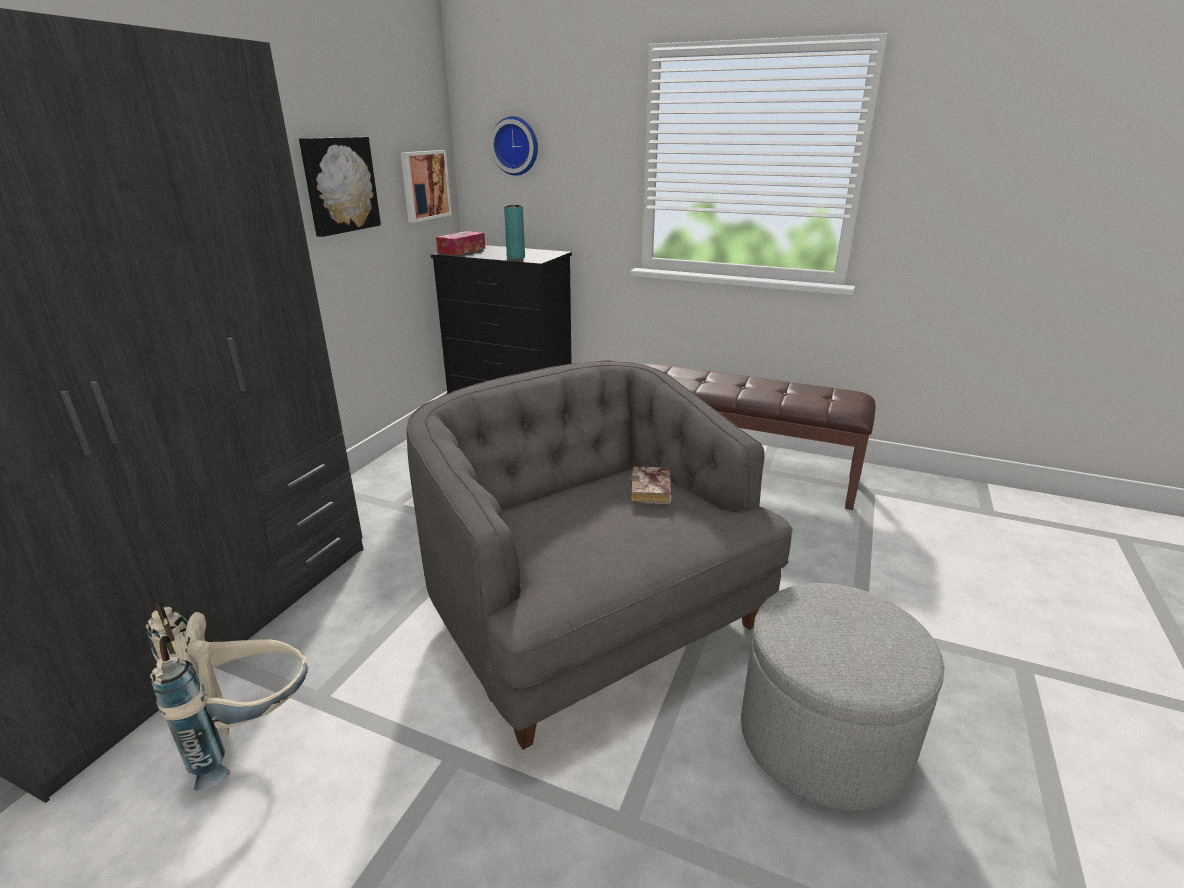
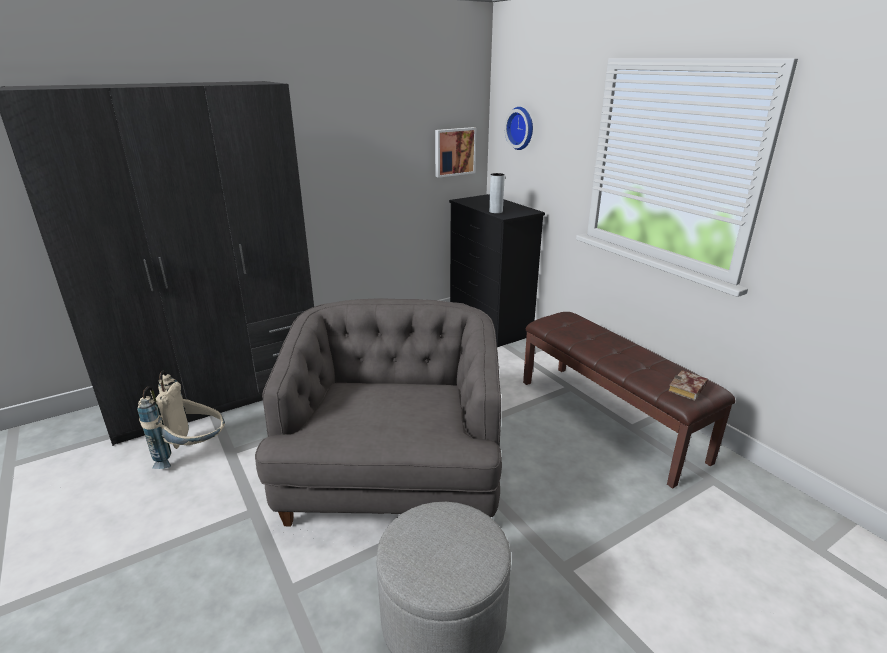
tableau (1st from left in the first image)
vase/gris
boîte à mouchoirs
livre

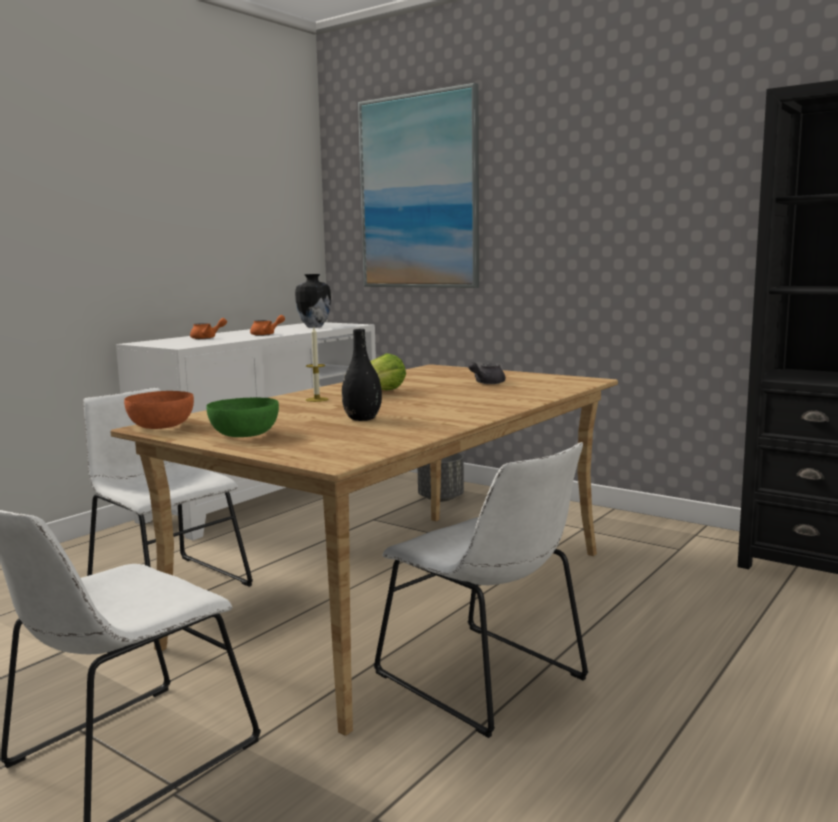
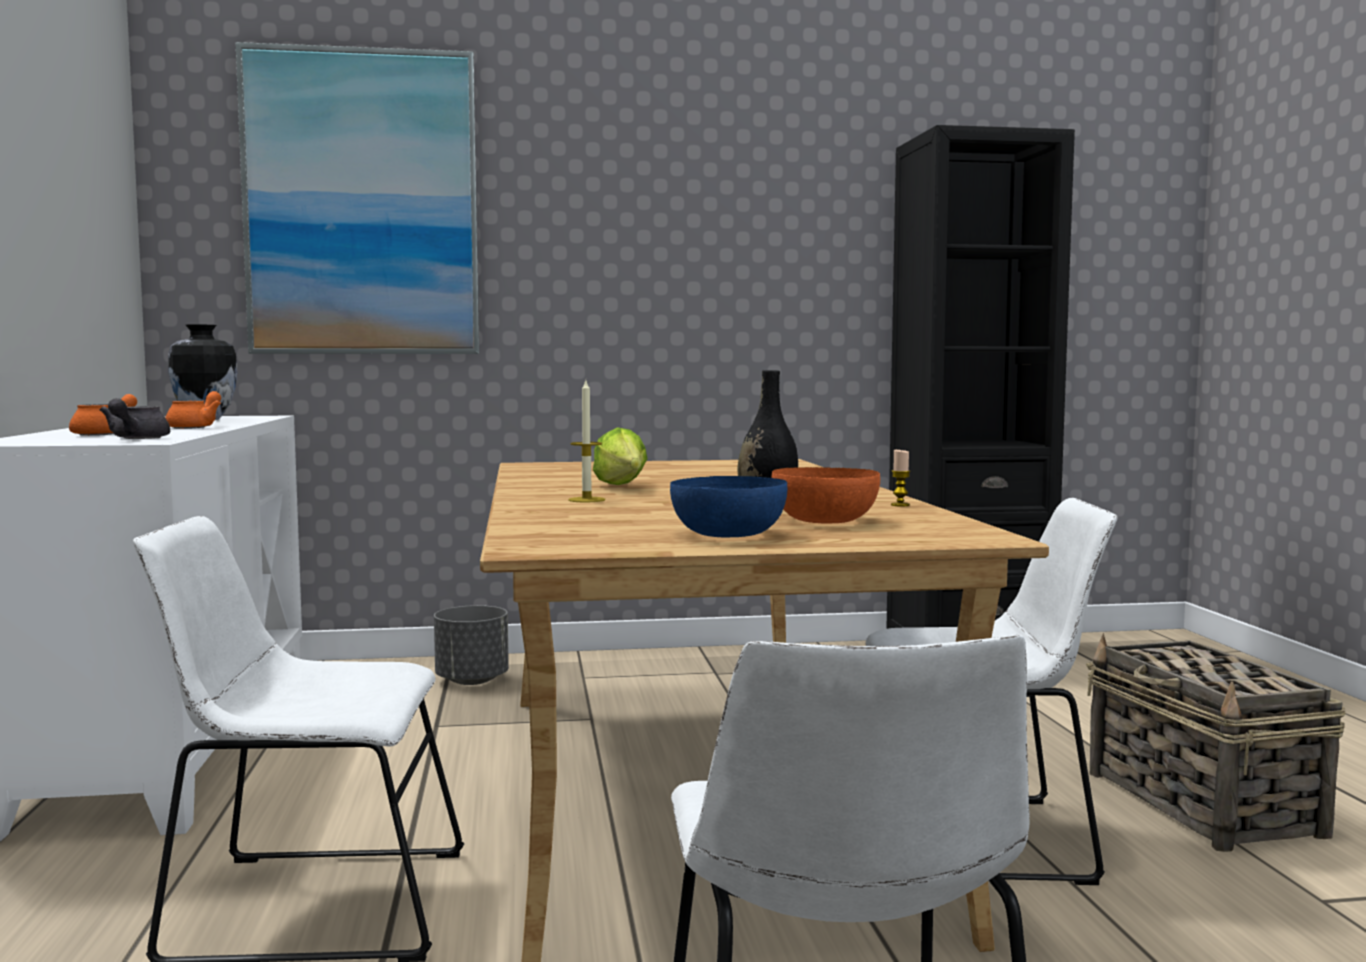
théière/gris
bol/orange
bol/bleu
bougie (2nd from left)
panier

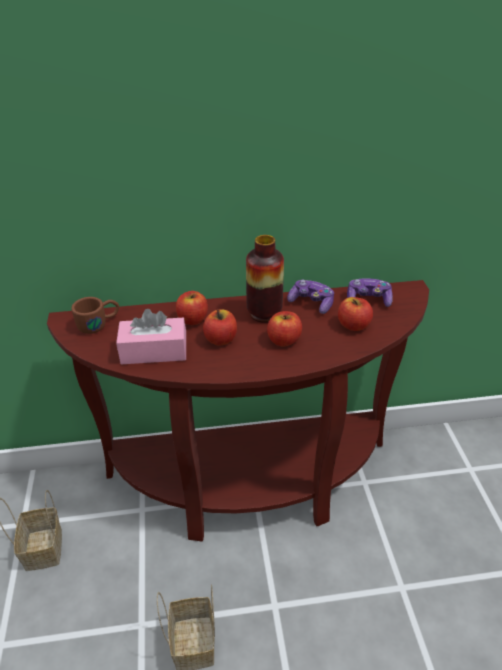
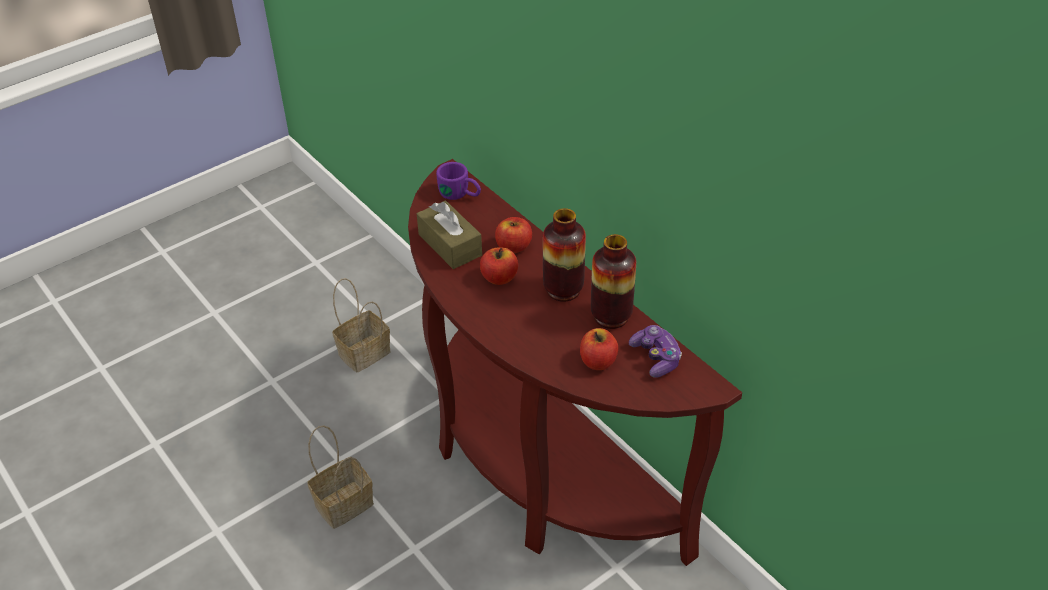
vase (2nd from left)
mug/violet
boîte à mouchoirs/marron
pomme (3rd from left in the first image)

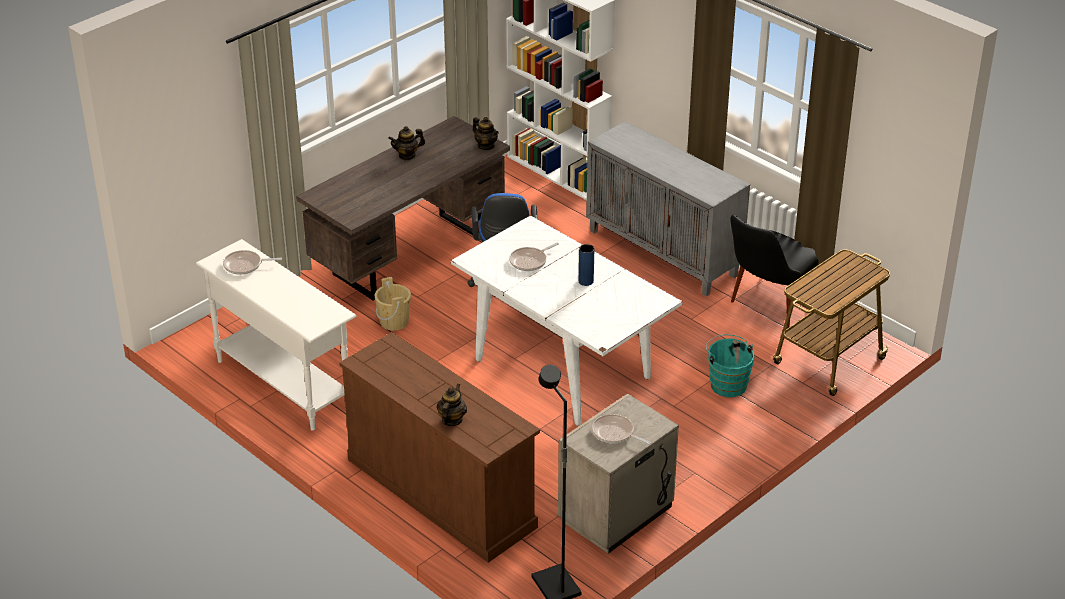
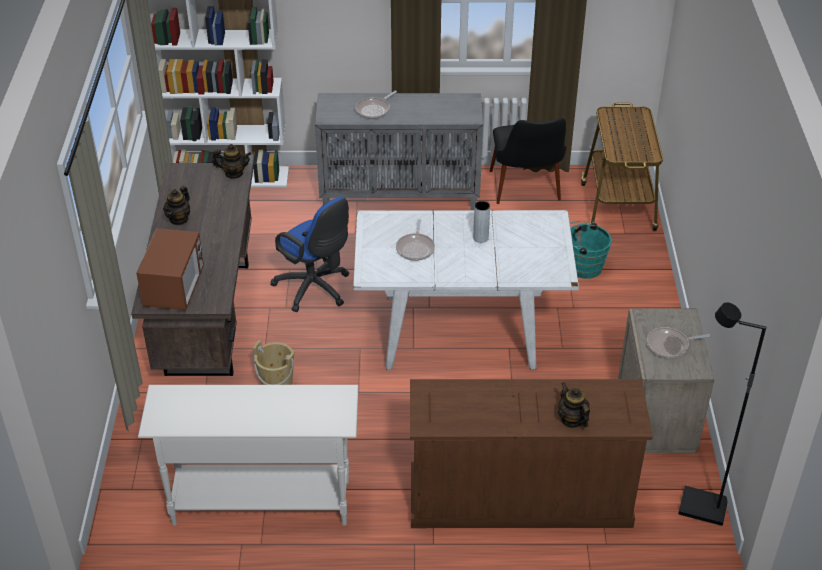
vase/gris
poêle (1st from left)
micro-ondes

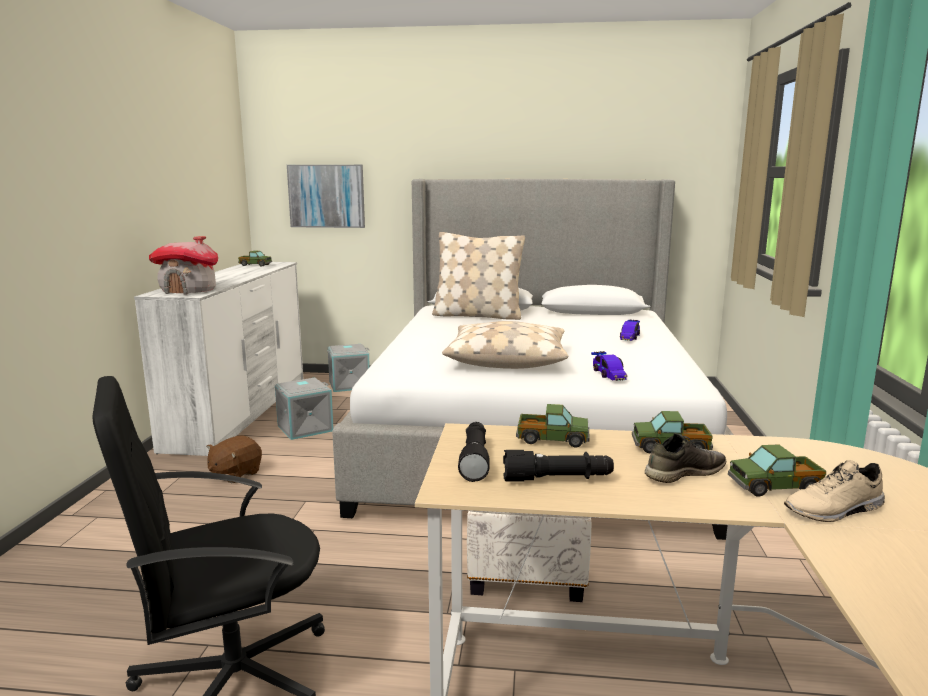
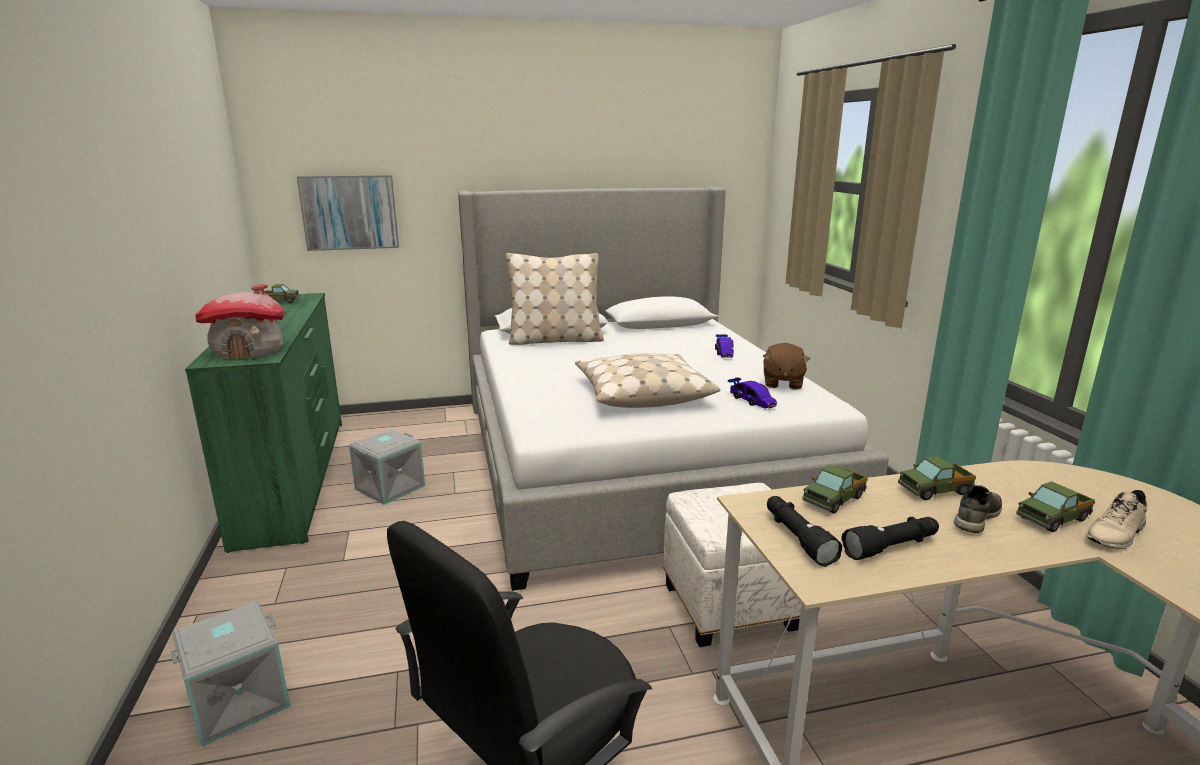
commode/vert
boîte de rangement/gris (1st from left)
camion jouet (2nd from left)
peluche/marron

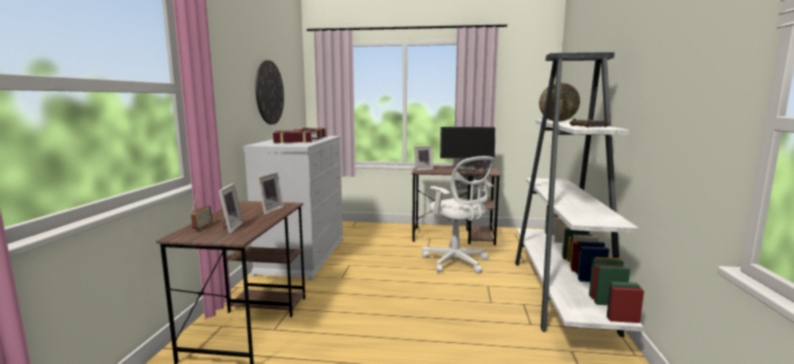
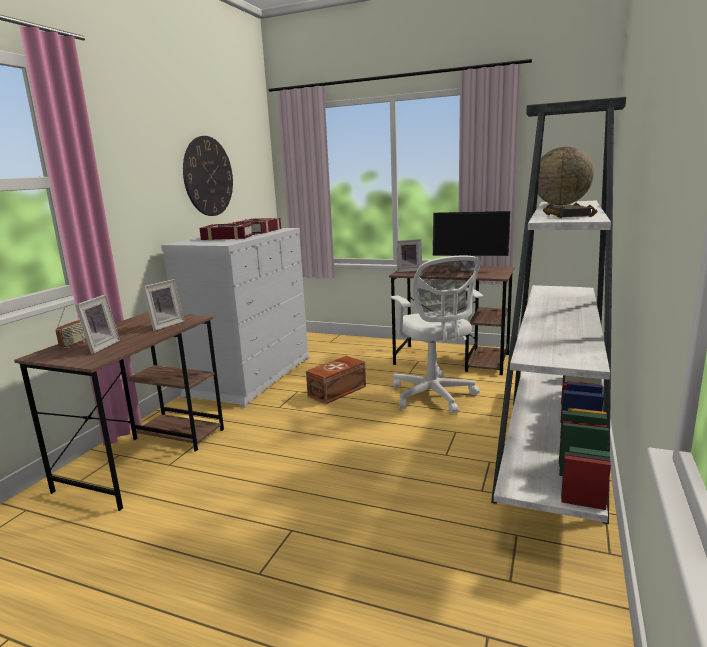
boîte de rangement/marron

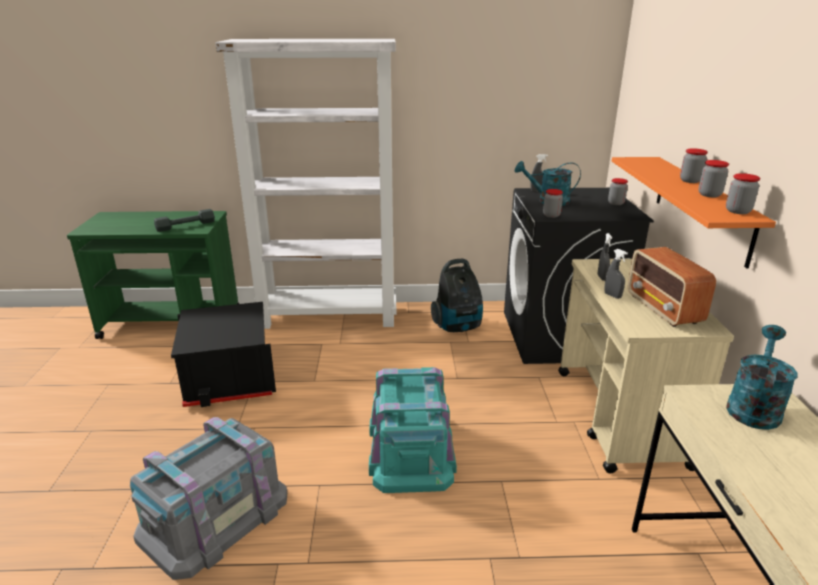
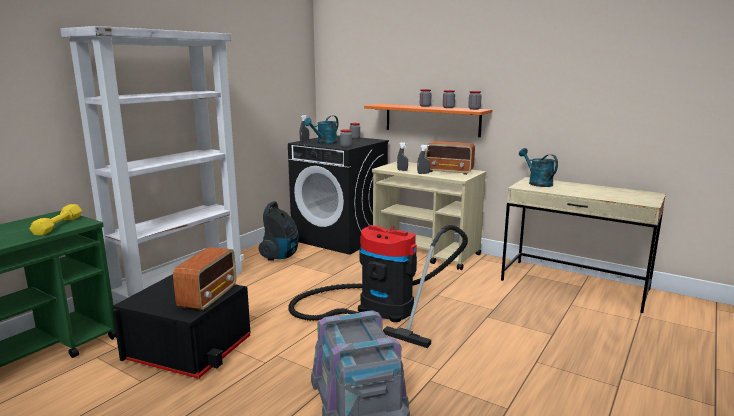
haltère/jaune
aspirateur (2nd from left)
radio (1st from left)

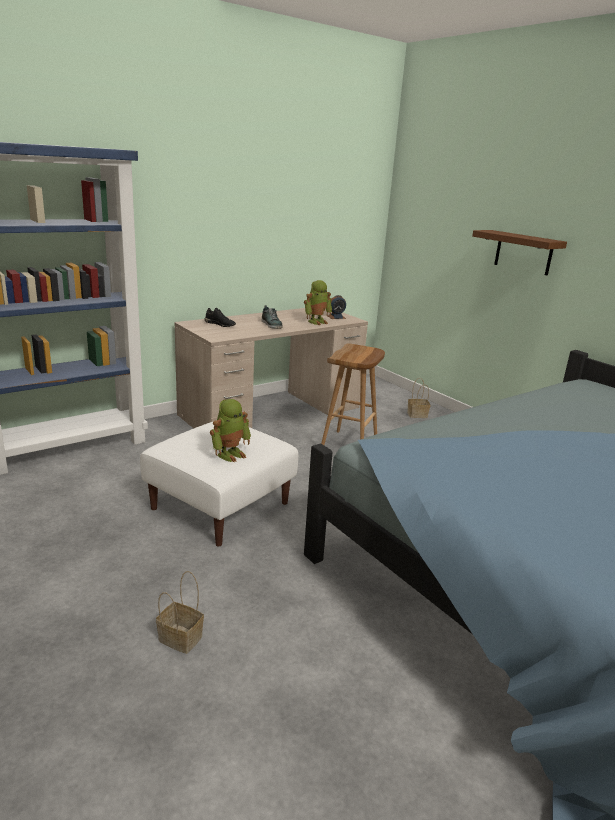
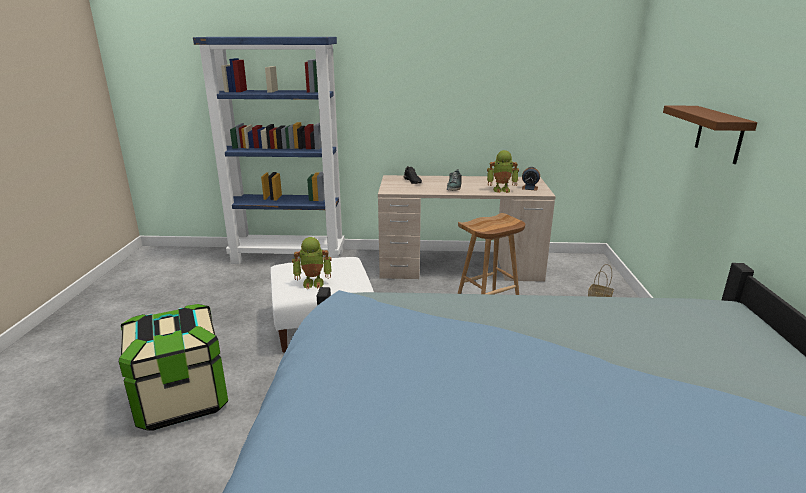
boîte de rangement

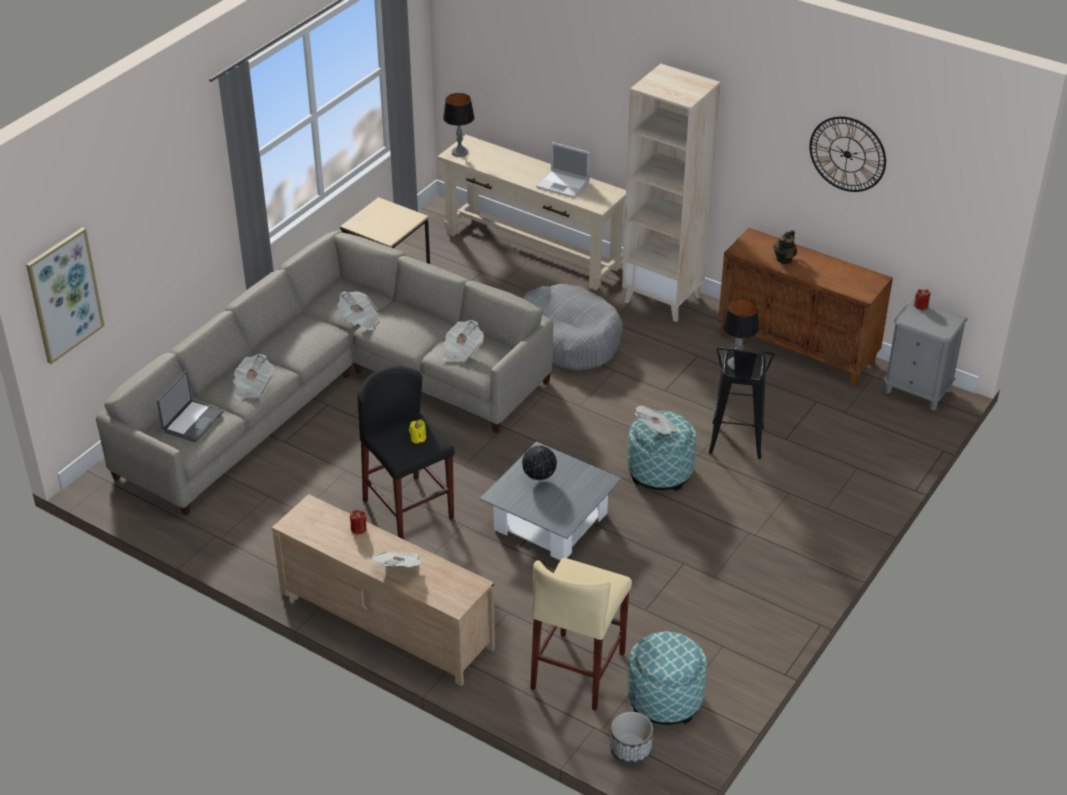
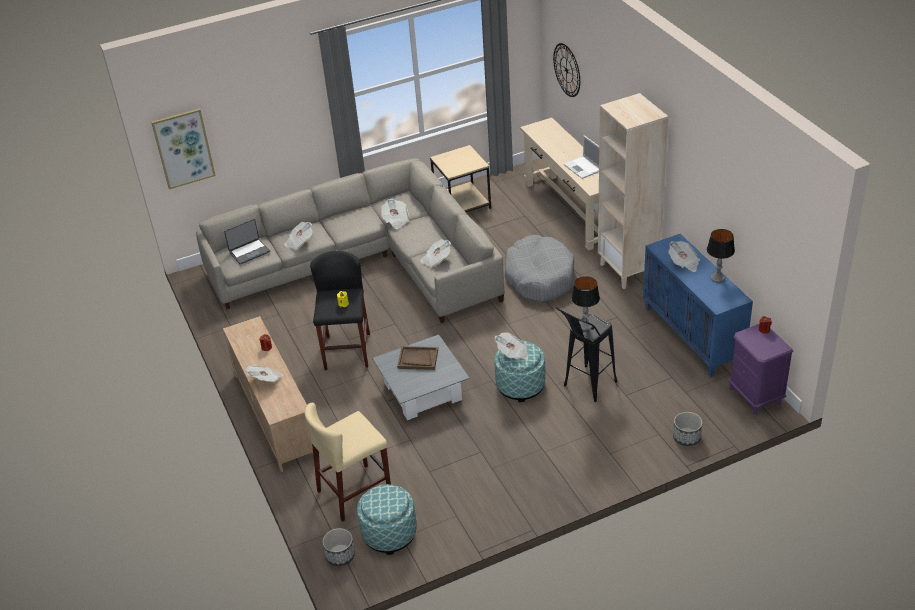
lampe de table (2nd from left)
horloge murale
meuble de rangement/bleu
journal (6th from left)
table de chevet/violet
plateau/marron
cache-pot (2nd from left)

